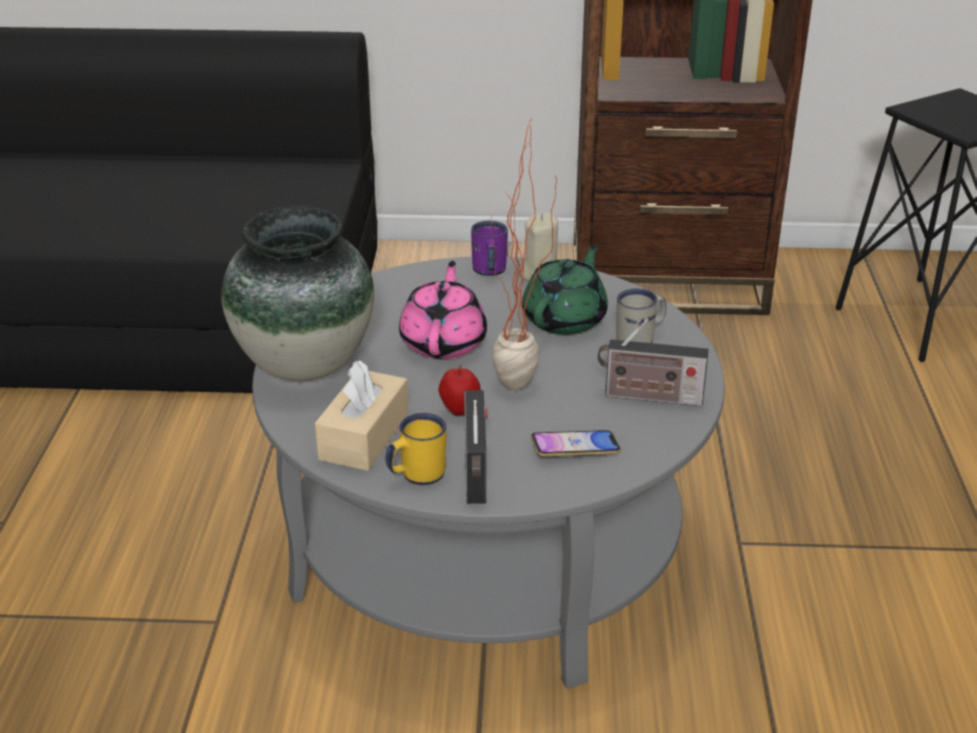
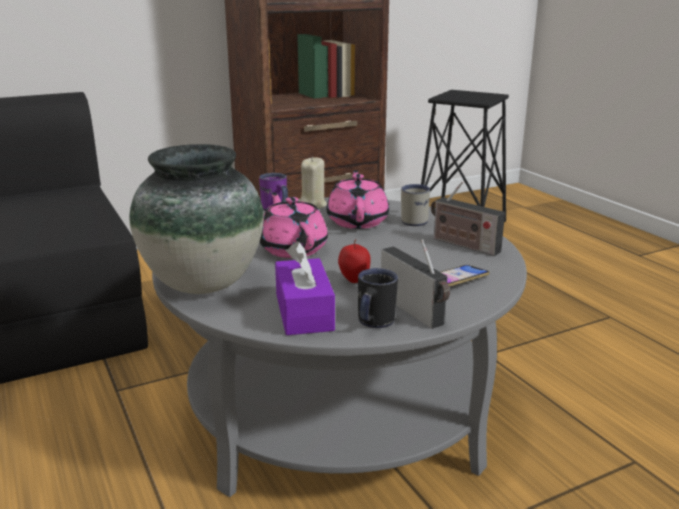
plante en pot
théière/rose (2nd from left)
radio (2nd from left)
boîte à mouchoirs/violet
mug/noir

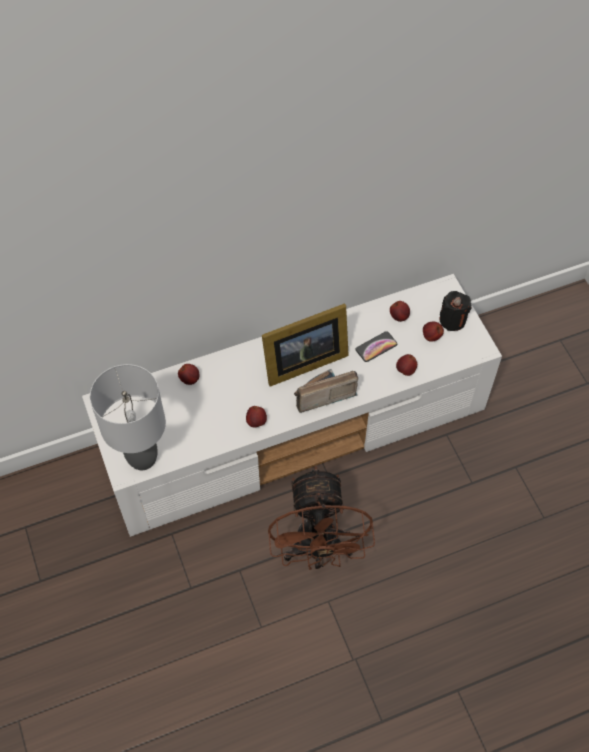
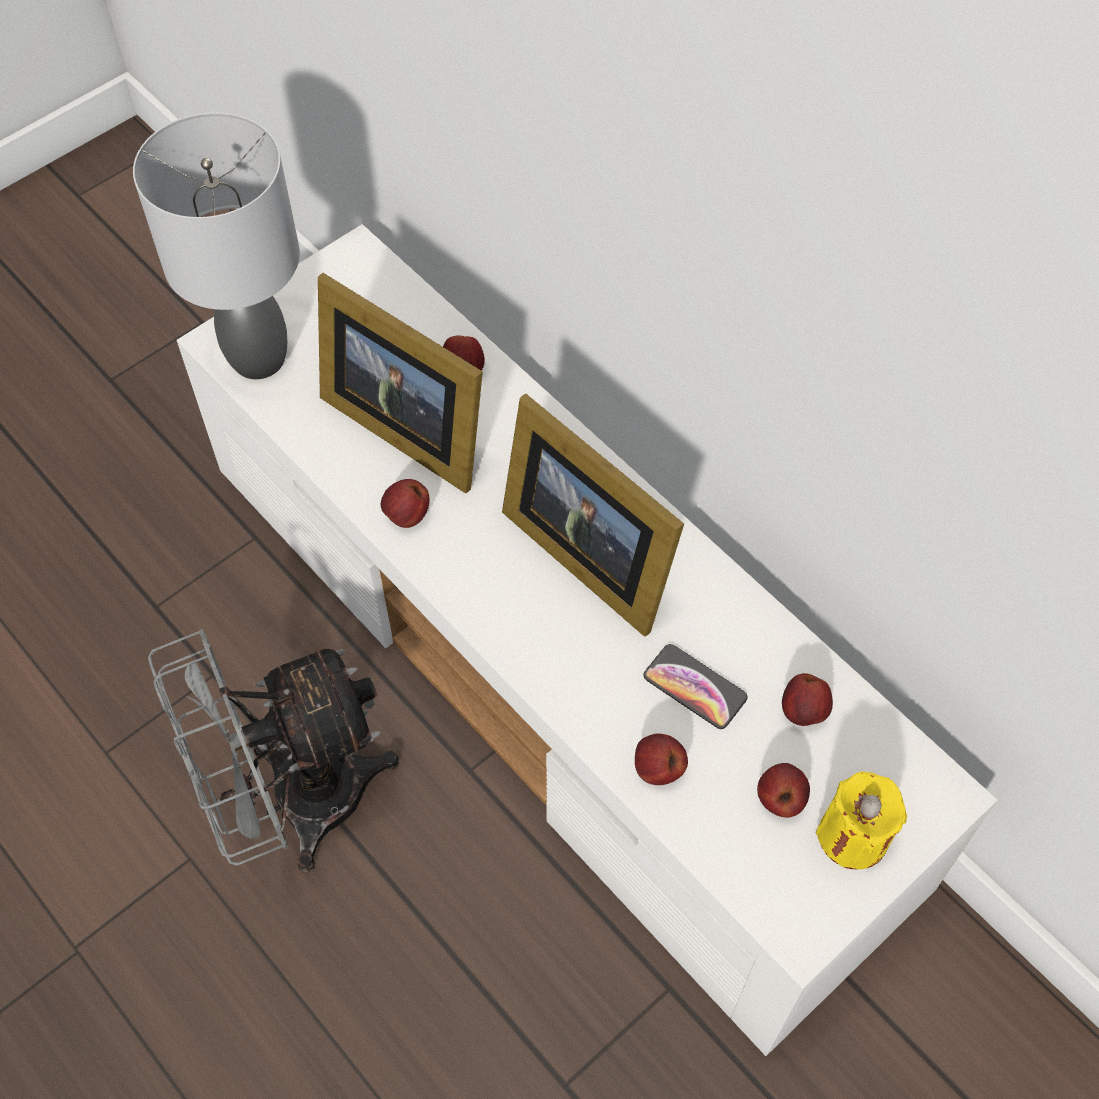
bougie/jaune
radio
ventilateur/gris
cadre photo (1st from left)

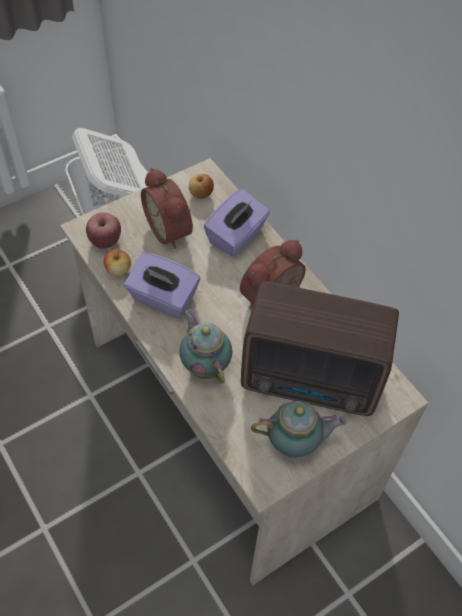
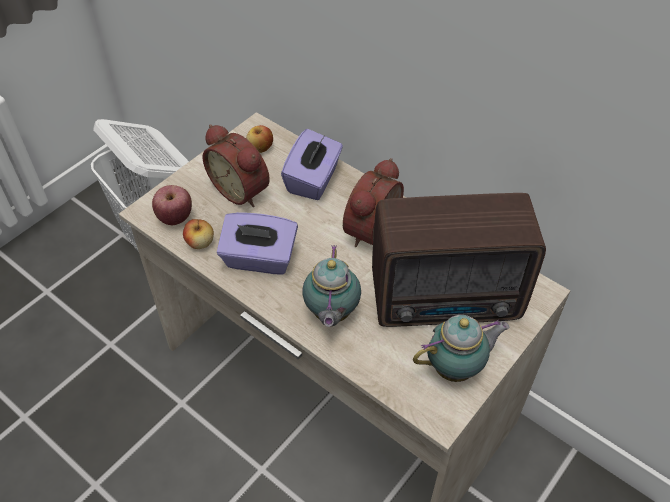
théière (1st from left)

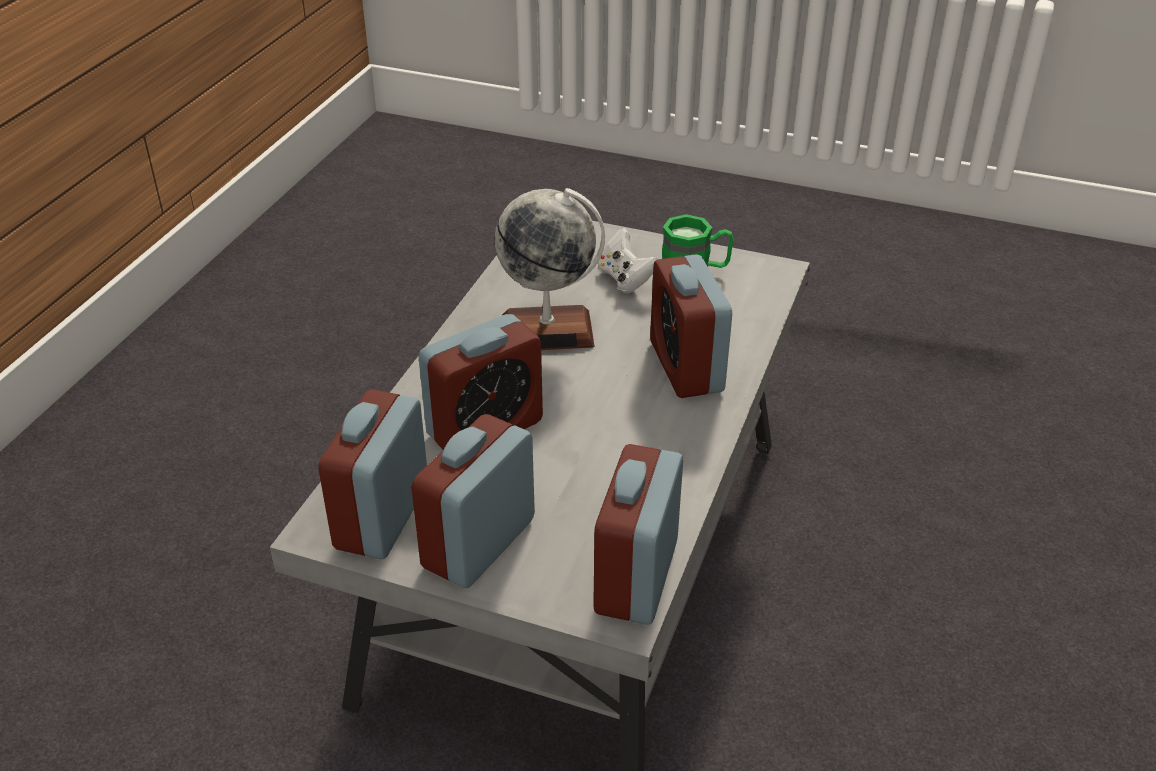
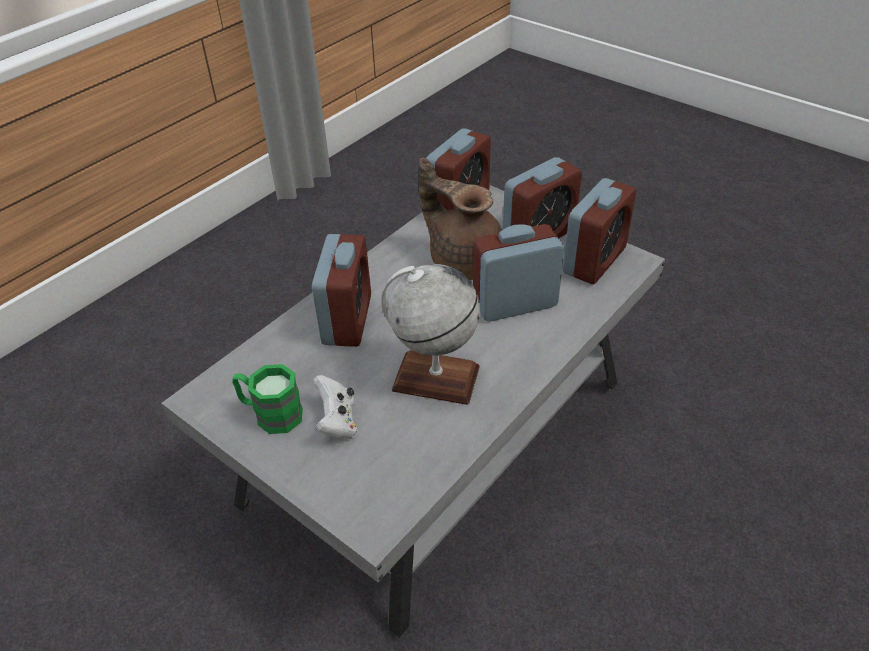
théière/marron

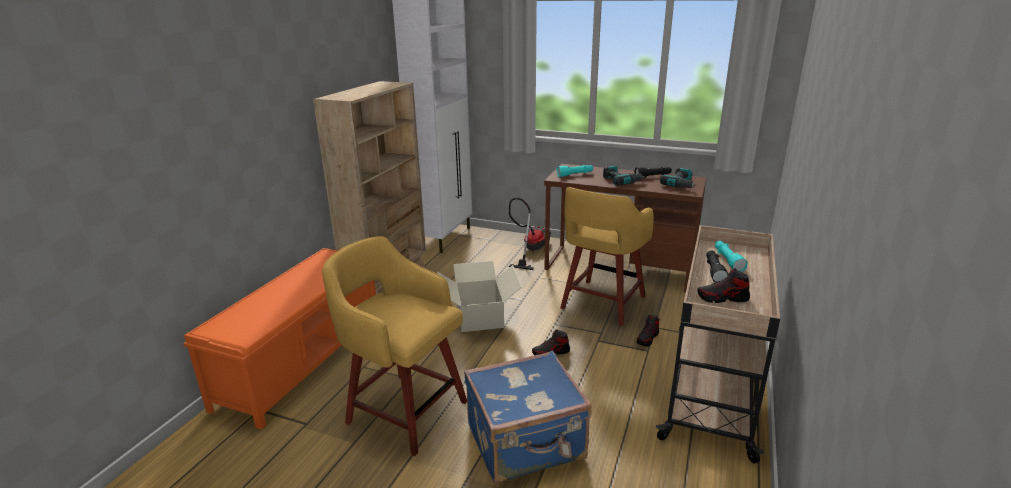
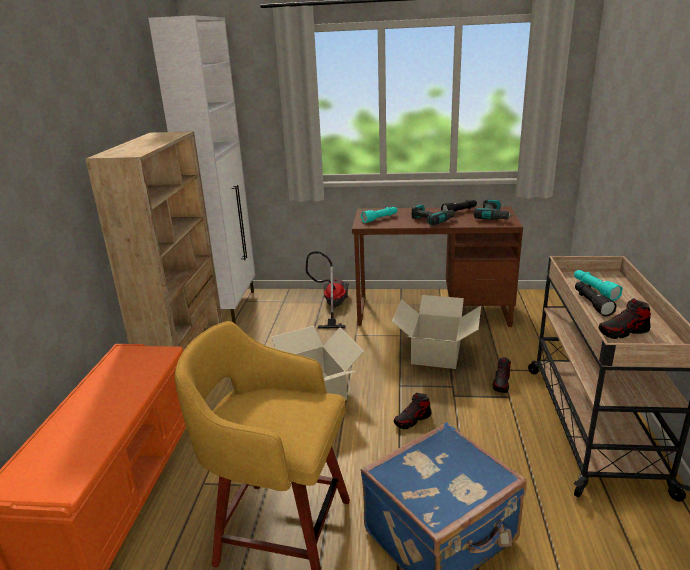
carton (2nd from left)

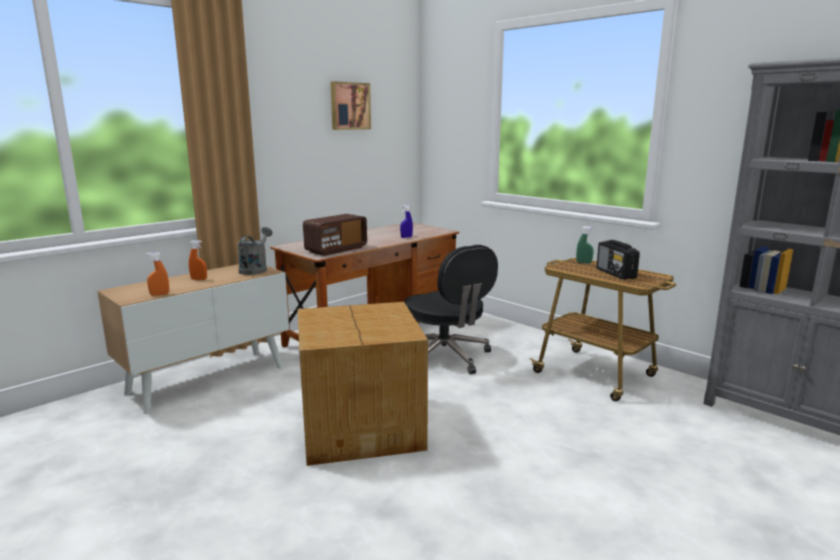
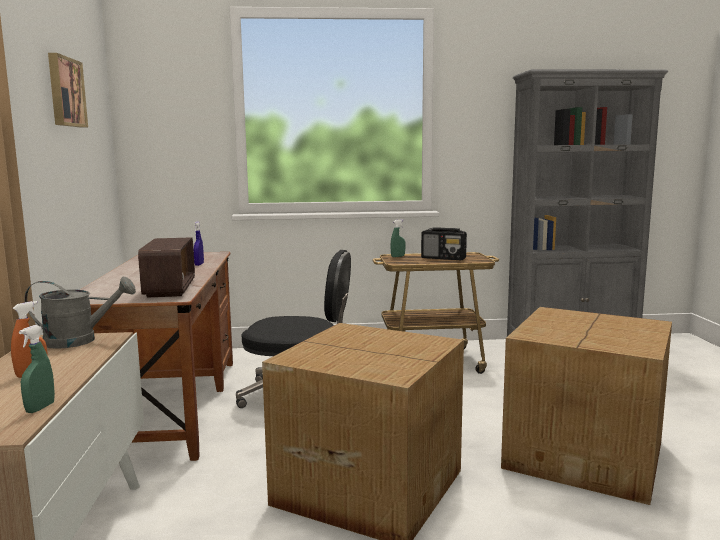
arrosoir/gris
vaporisateur/vert (1st from left)
carton (2nd from left)

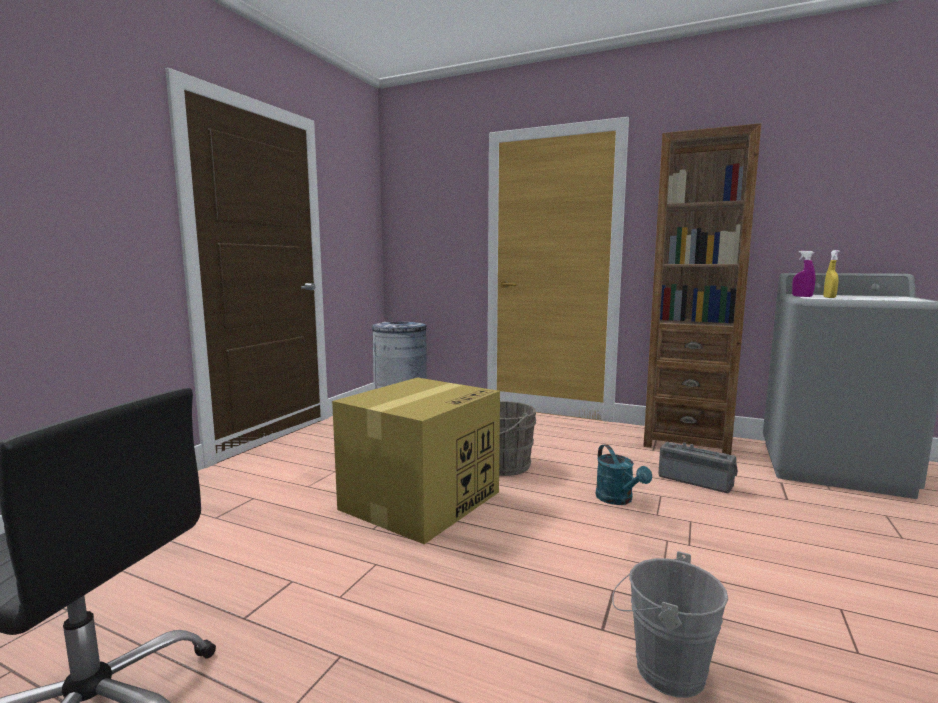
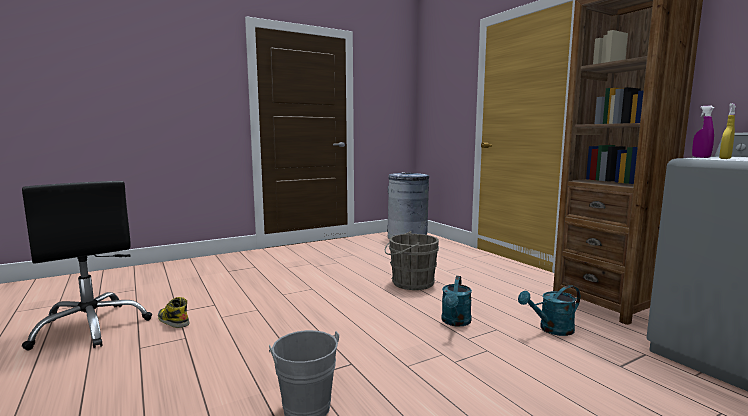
carton
arrosoir/turquoise (2nd from left)
botte

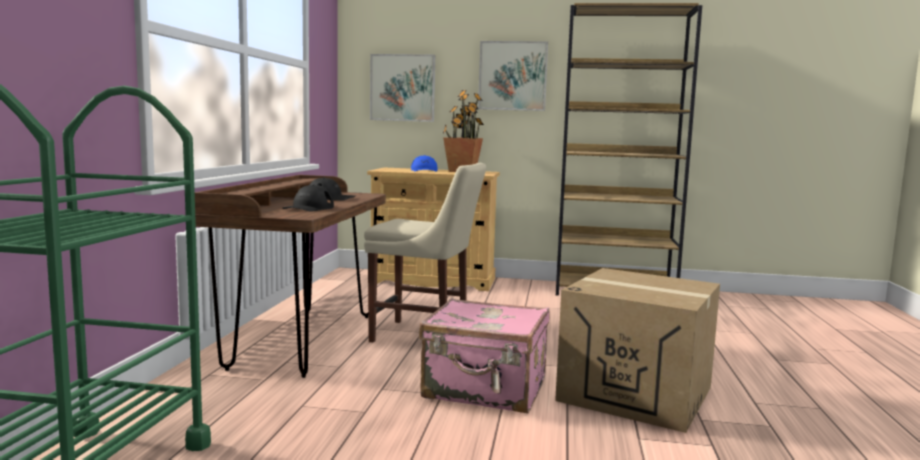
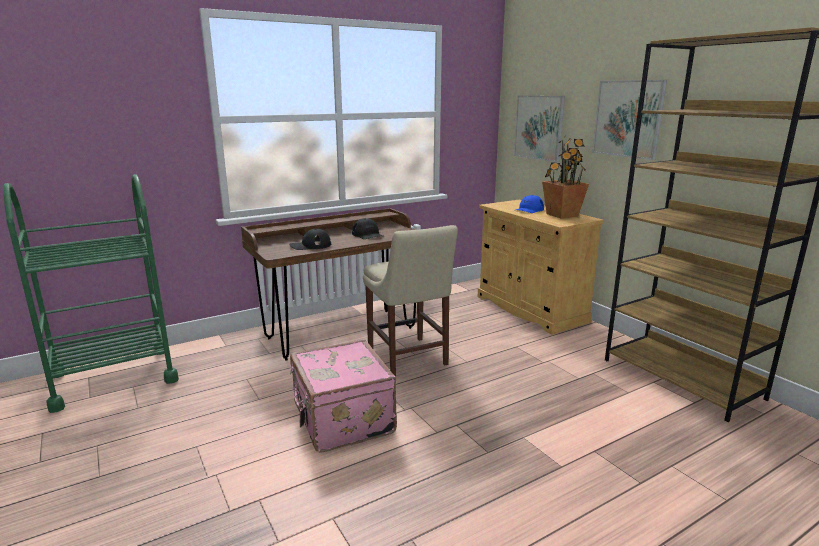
carton

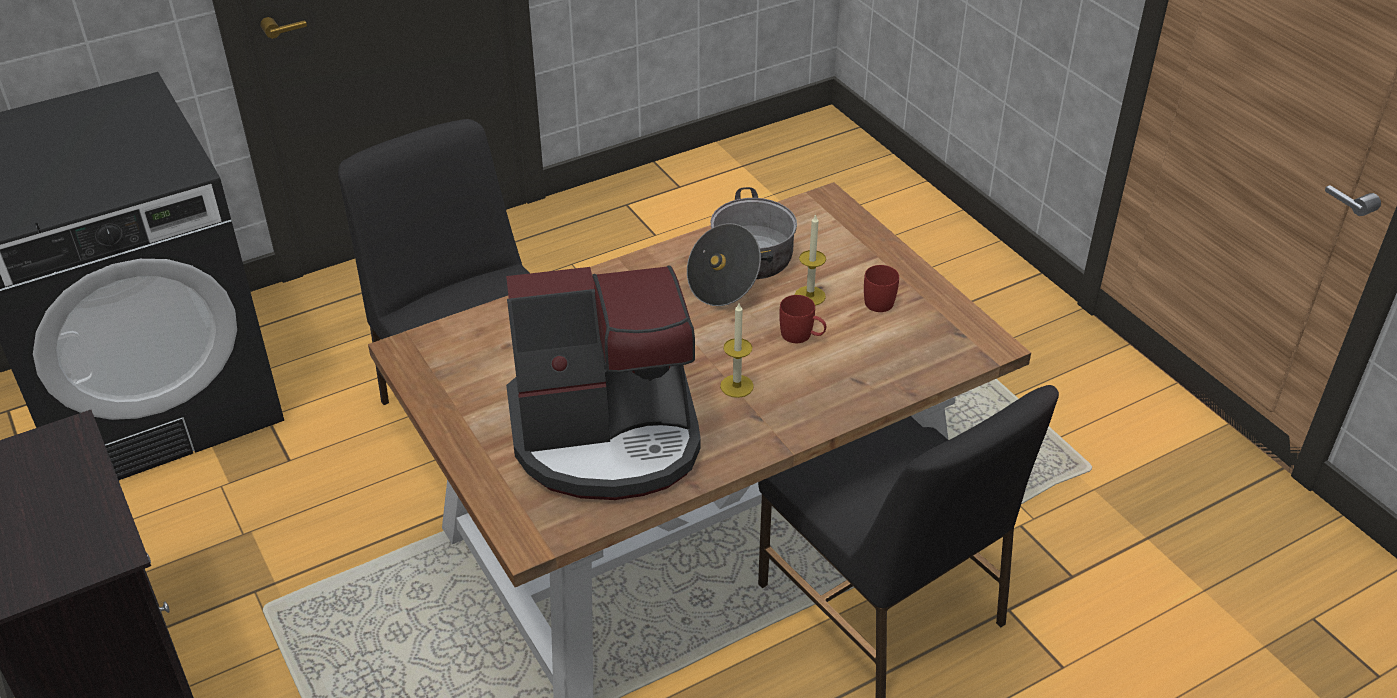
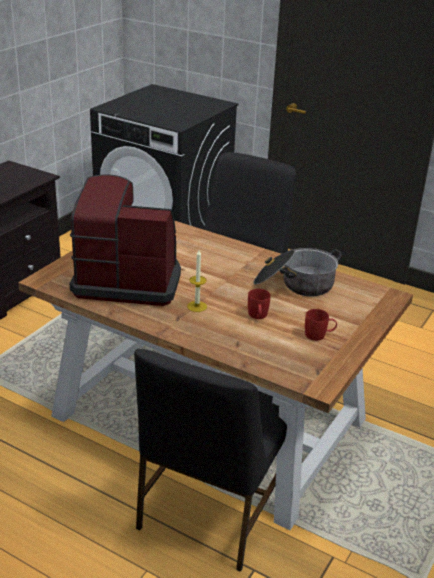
bougie (2nd from left in the first image)
machine à café

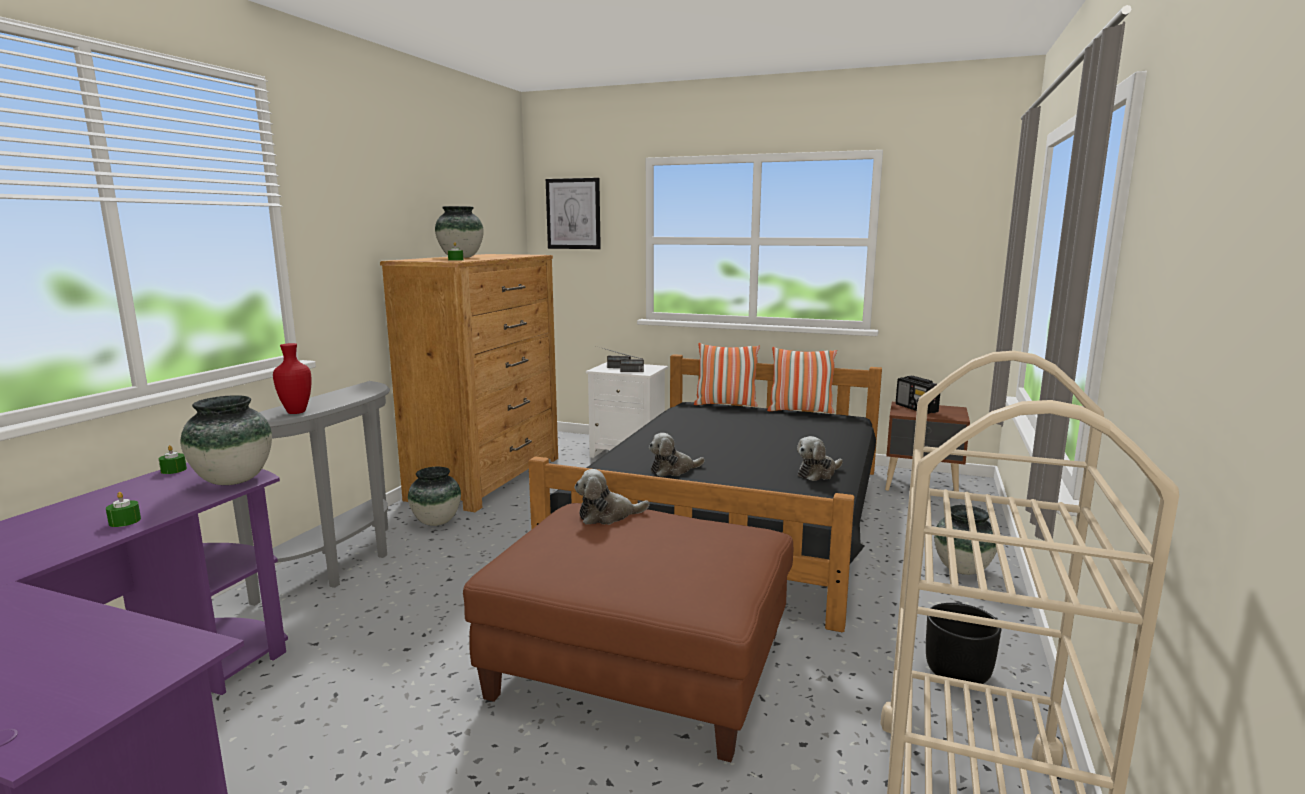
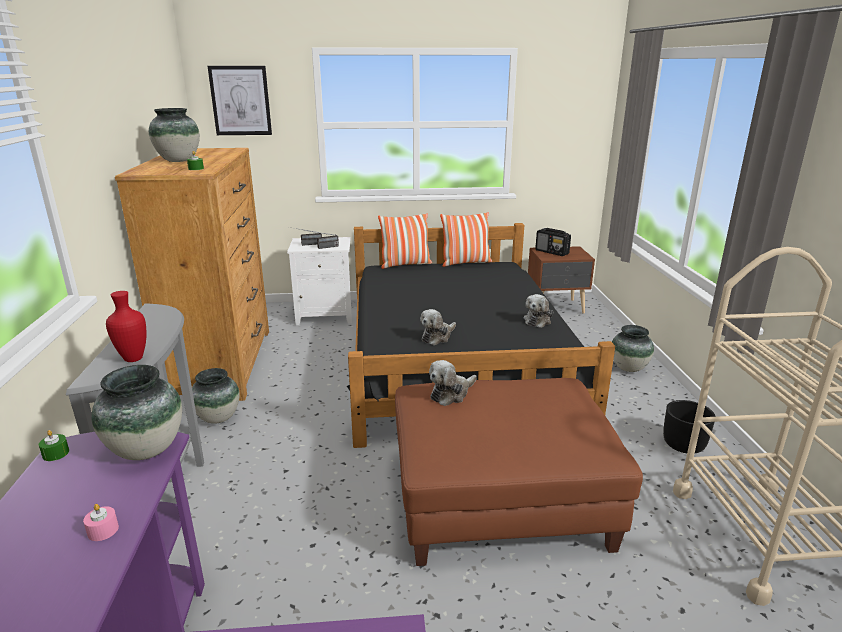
bougie/rose

